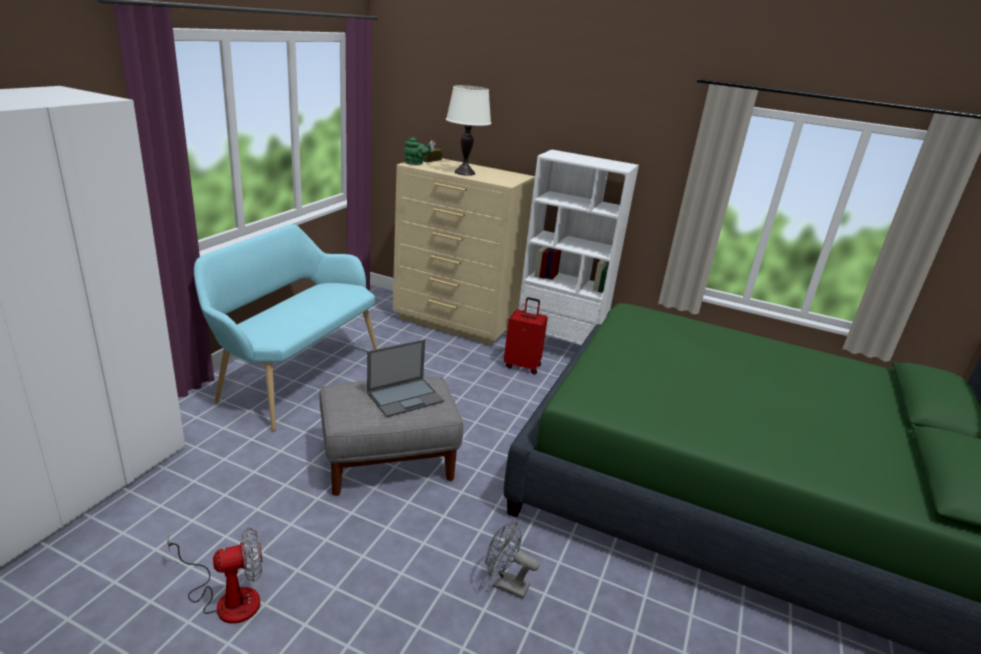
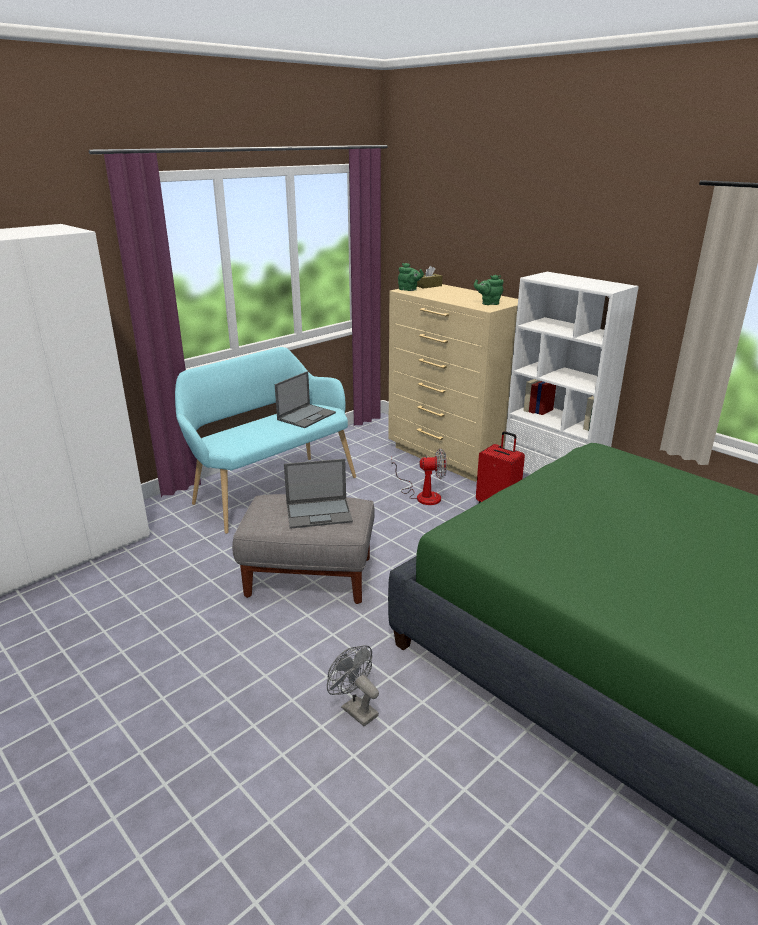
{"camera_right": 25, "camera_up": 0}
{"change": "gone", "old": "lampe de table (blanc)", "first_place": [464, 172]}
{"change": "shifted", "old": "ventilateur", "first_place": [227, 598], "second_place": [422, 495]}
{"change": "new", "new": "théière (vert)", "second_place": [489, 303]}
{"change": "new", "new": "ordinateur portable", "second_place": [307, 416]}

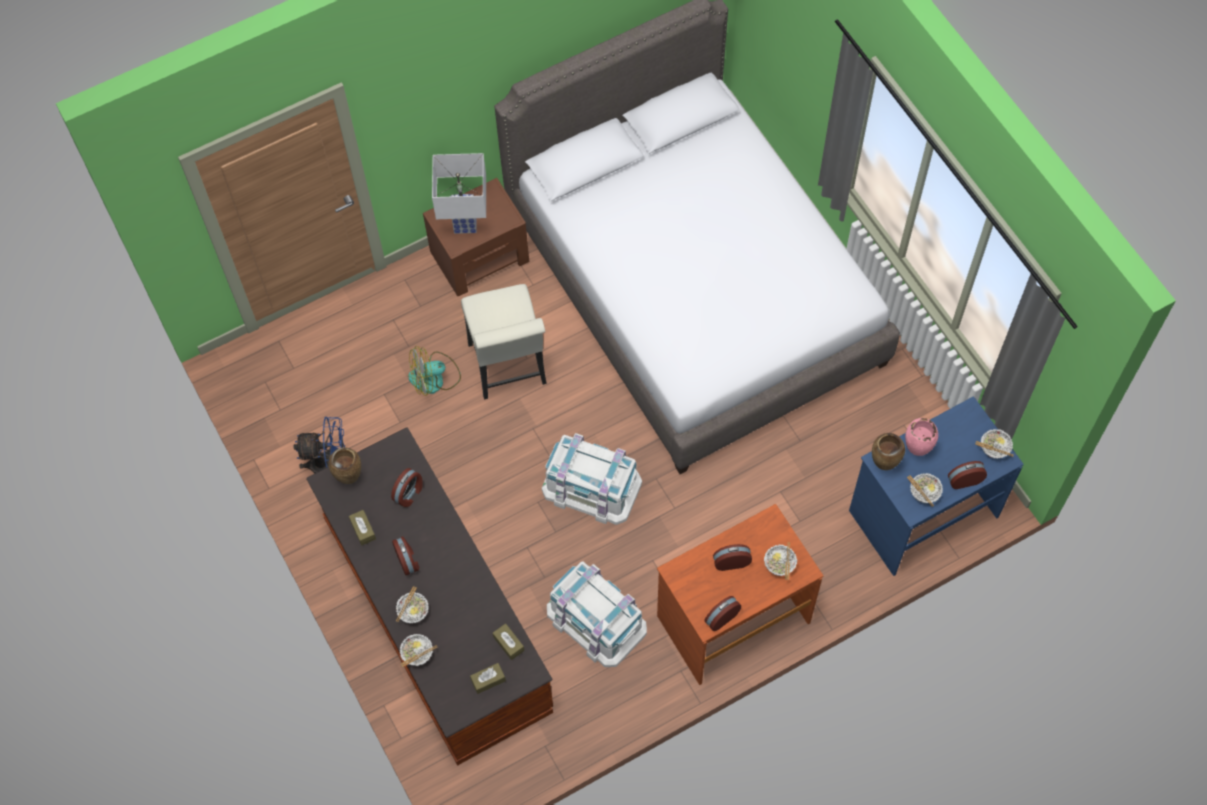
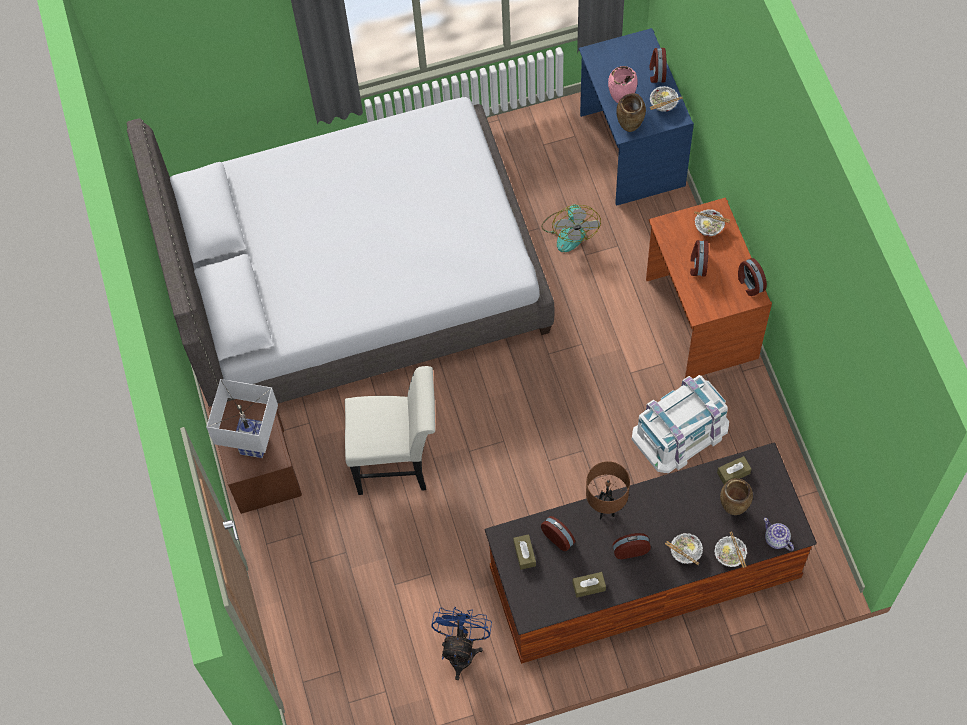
{"camera_right": -75, "camera_up": 0}
{"change": "shifted", "old": "ventilateur", "first_place": [434, 378], "second_place": [569, 231]}
{"change": "gone", "old": "bol", "first_place": [994, 449]}
{"change": "gone", "old": "boîte de rangement (blanc)", "first_place": [591, 487]}
{"change": "shifted", "old": "vase (marron)", "first_place": [349, 478], "second_place": [732, 509]}
{"change": "shifted", "old": "boîte à mouchoirs (marron)", "first_place": [488, 680], "second_place": [524, 554]}
{"change": "new", "new": "lampe de table (marron)", "second_place": [605, 511]}
{"change": "new", "new": "théière", "second_place": [776, 539]}

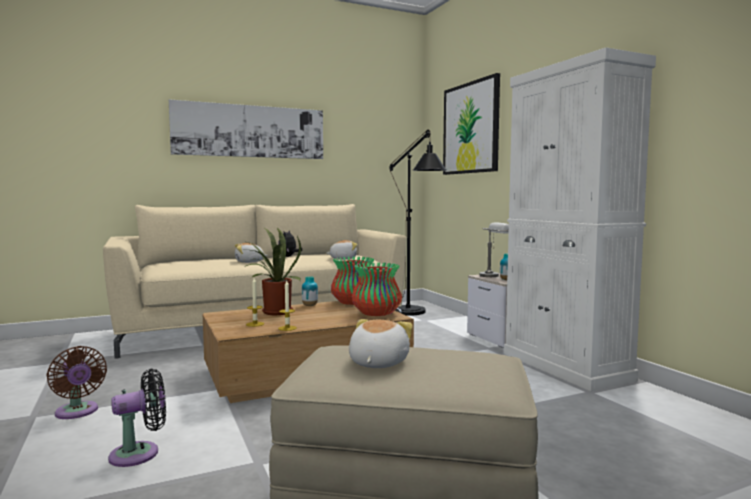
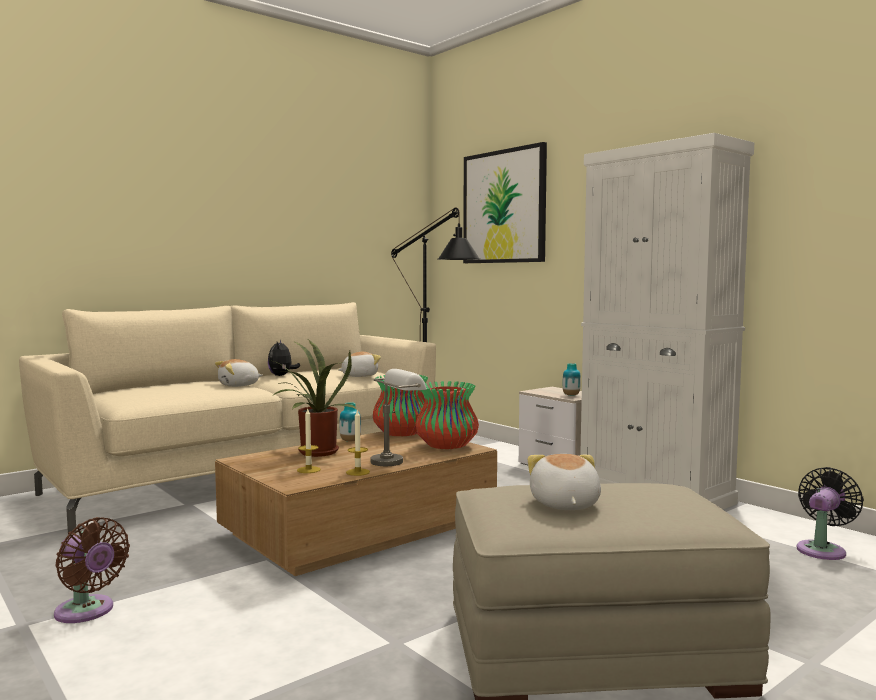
{"camera_right": -15, "camera_up": 0}
{"change": "gone", "old": "tableau", "first_place": [250, 131]}
{"change": "shifted", "old": "lampe de table (gris)", "first_place": [494, 275], "second_place": [396, 460]}
{"change": "shifted", "old": "ventilateur (noir)", "first_place": [140, 453], "second_place": [822, 549]}

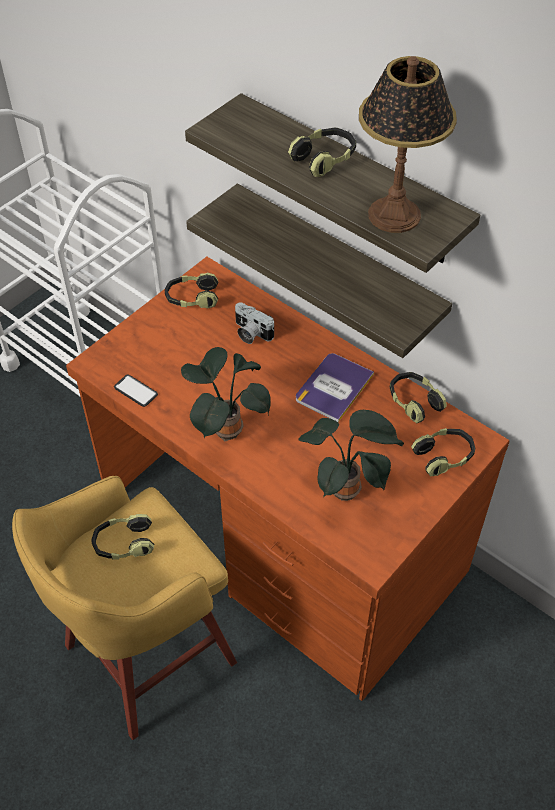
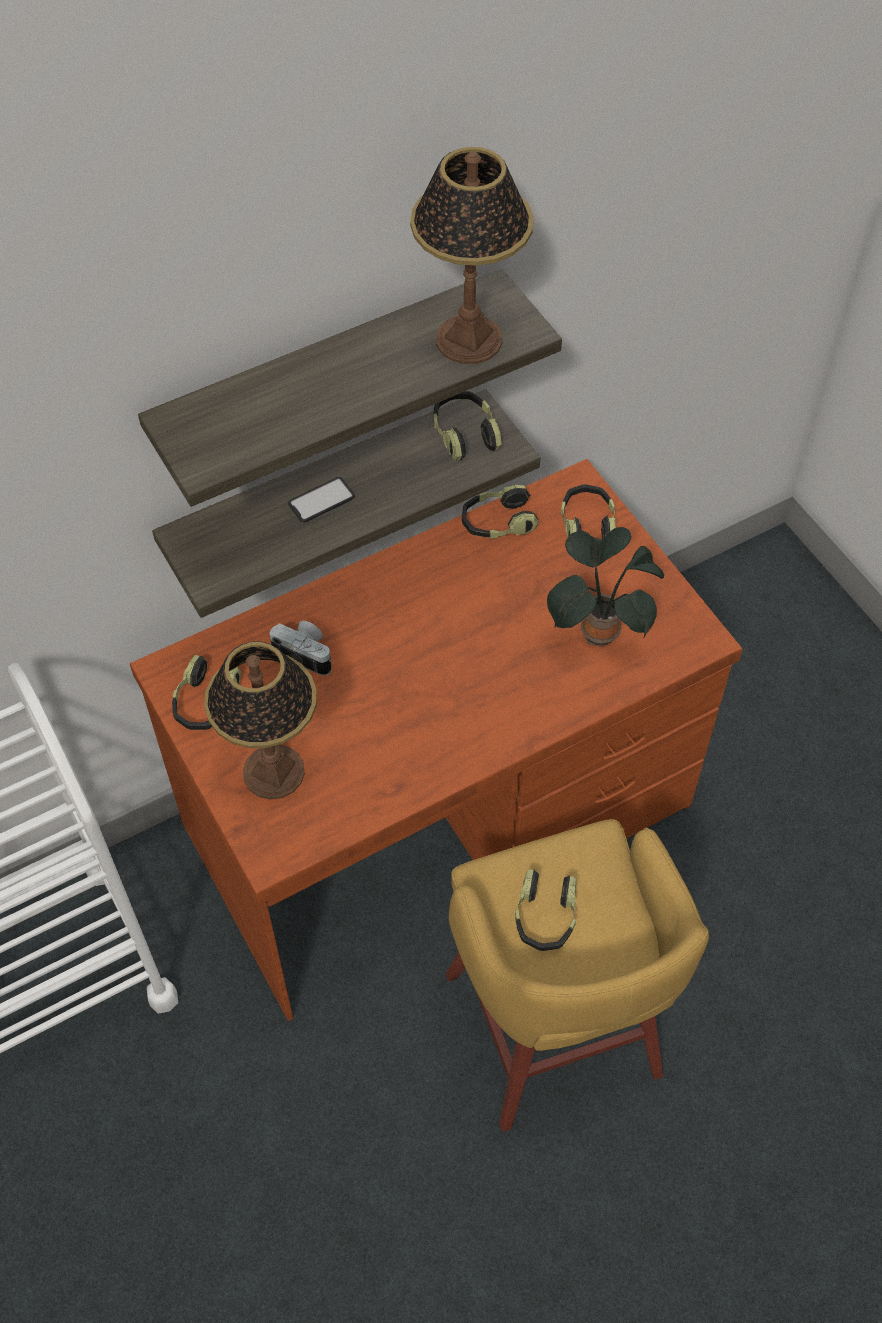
{"camera_right": -70, "camera_up": 5}
{"change": "shifted", "old": "casque audio", "first_place": [324, 159], "second_place": [464, 433]}
{"change": "rotated", "old": "appareil photo", "first_place": [250, 333], "second_place": [306, 653], "degrees": -120}
{"change": "gone", "old": "plante en pot", "first_place": [225, 428]}
{"change": "gone", "old": "livre", "first_place": [334, 387]}
{"change": "shifted", "old": "téléphone", "first_place": [135, 391], "second_place": [321, 500]}
{"change": "new", "new": "lampe de table", "second_place": [273, 771]}

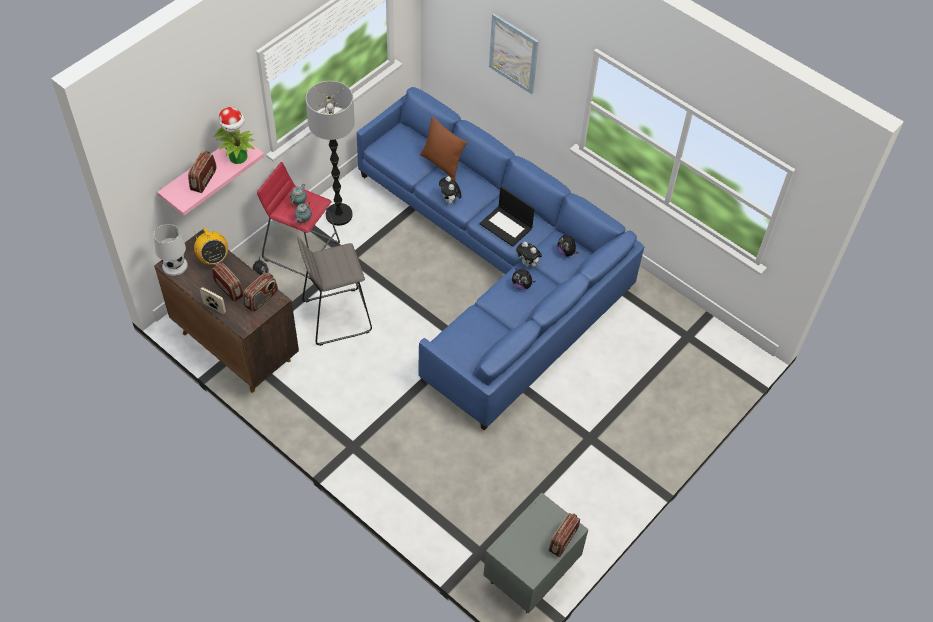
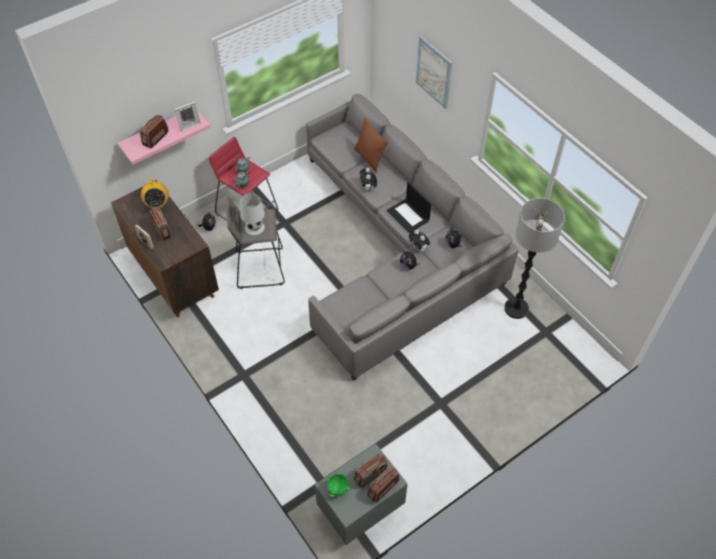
{"camera_right": 15, "camera_up": 0}
{"change": "shifted", "old": "lampadaire", "first_place": [339, 215], "second_place": [516, 308]}
{"change": "repainted", "old": "canapé (bleu)", "new": "canapé (gris)", "first_place": [494, 269], "second_place": [397, 250]}
{"change": "swapped", "old": "plante en pot", "new": "cadre photo", "first_place": [239, 157], "second_place": [189, 125]}
{"change": "shifted", "old": "lampe de table (blanc)", "first_place": [174, 265], "second_place": [254, 227]}
{"change": "shifted", "old": "radio", "first_place": [261, 299], "second_place": [370, 475]}
{"change": "new", "new": "bol (vert)", "second_place": [337, 489]}

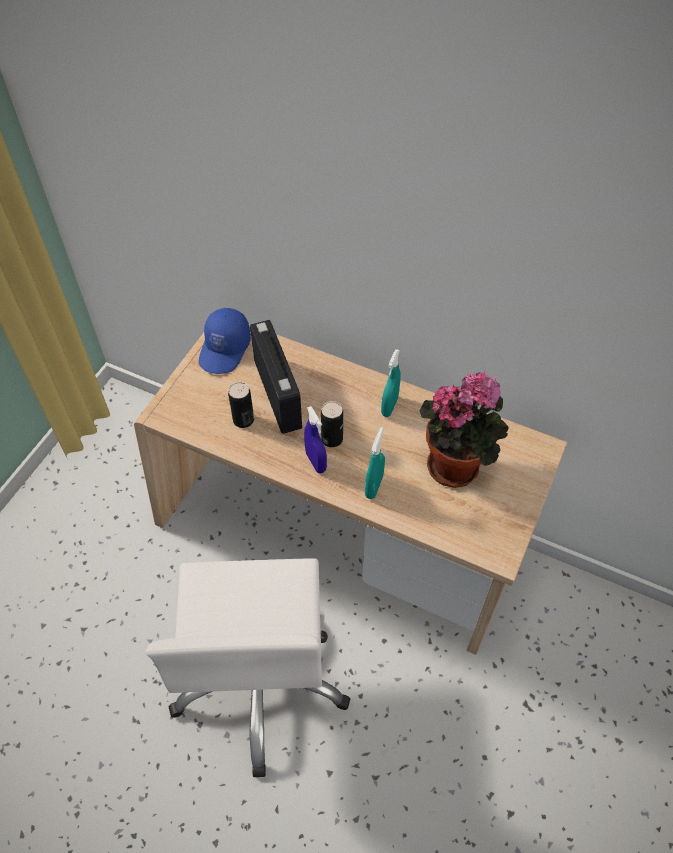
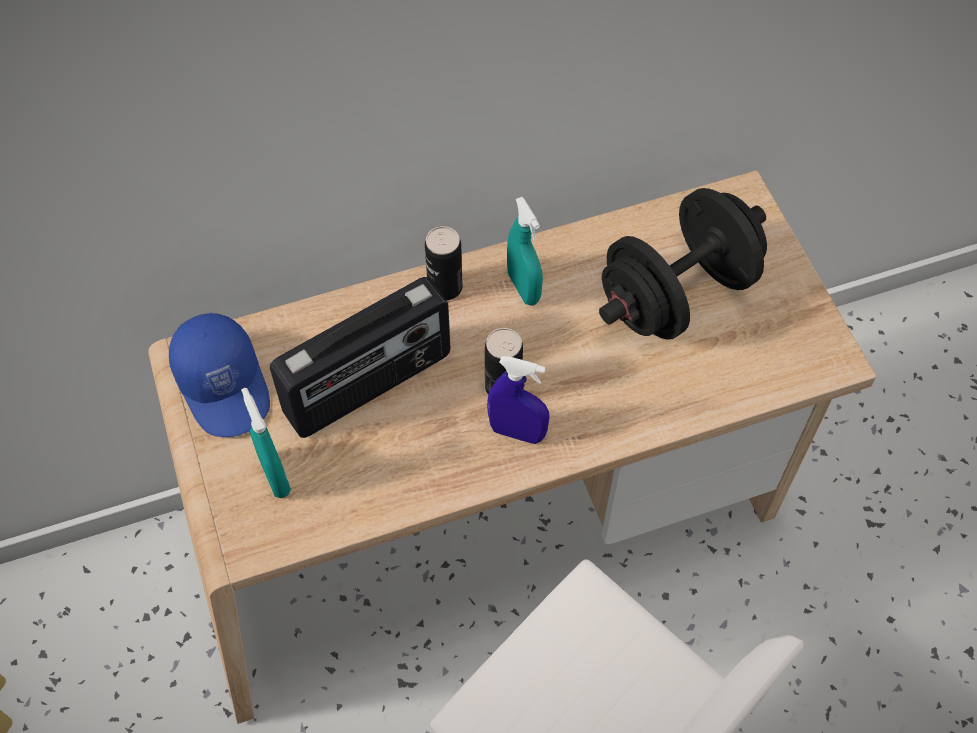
{"camera_right": -45, "camera_up": 5}
{"change": "rotated", "old": "radio", "first_place": [278, 394], "second_place": [369, 386], "degrees": 120}
{"change": "swapped", "old": "plante en pot", "new": "haltère (noir)", "first_place": [457, 464], "second_place": [677, 294]}
{"change": "shifted", "old": "boîte métallique", "first_place": [243, 420], "second_place": [445, 287]}
{"change": "shifted", "old": "vaporisateur (turquoise)", "first_place": [374, 486], "second_place": [275, 476]}

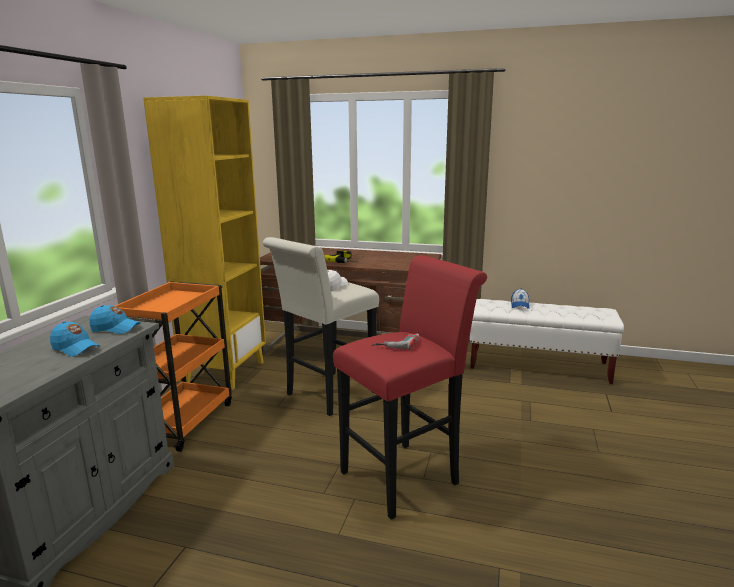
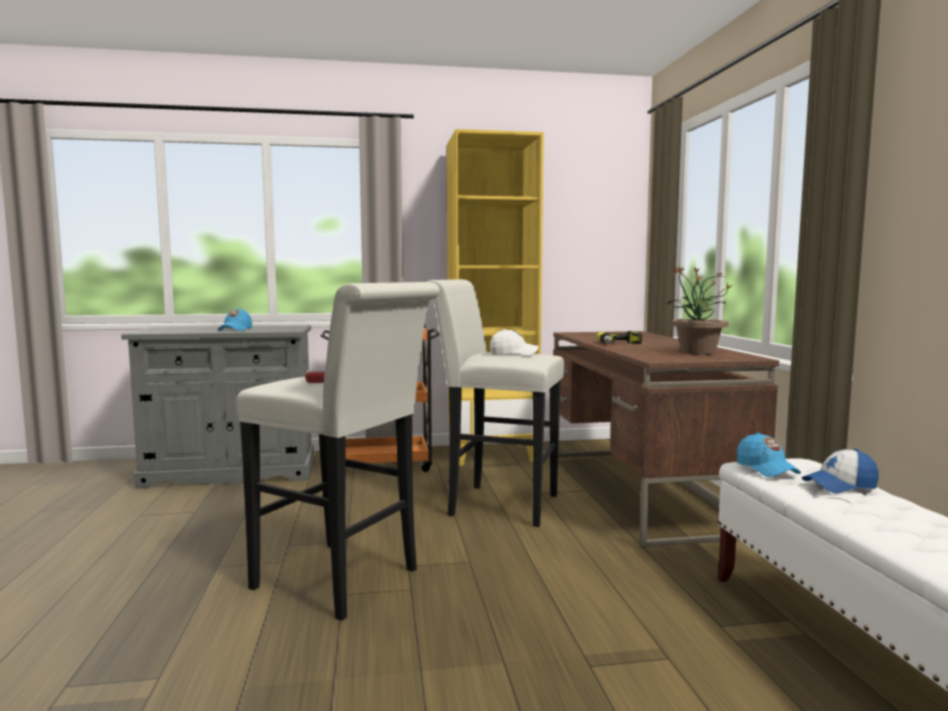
{"camera_right": 65, "camera_up": -10}
{"change": "repainted", "old": "tabouret (rouge)", "new": "tabouret (blanc)", "first_place": [406, 474], "second_place": [345, 581]}
{"change": "shifted", "old": "casquette (bleu)", "first_place": [115, 328], "second_place": [766, 469]}
{"change": "new", "new": "plante en pot", "second_place": [696, 352]}

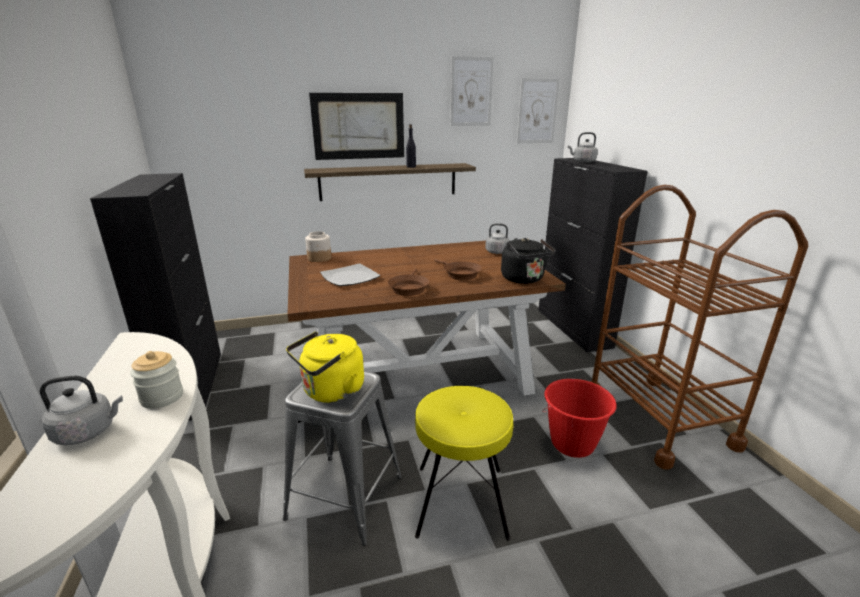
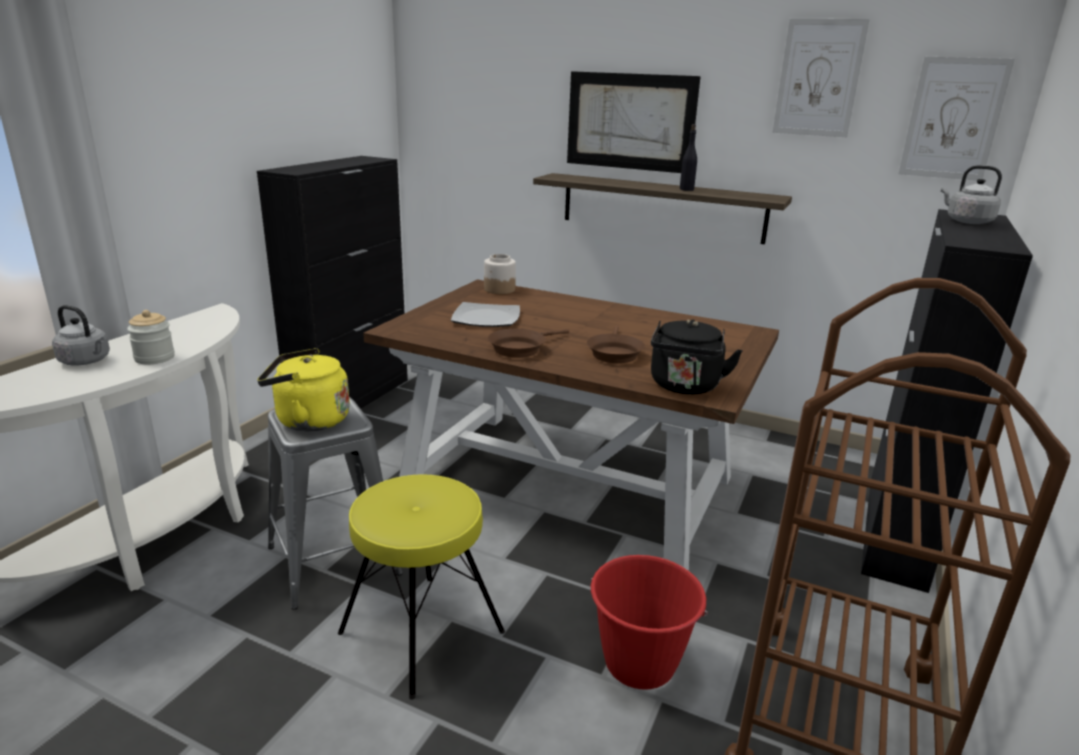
{"camera_right": 40, "camera_up": 0}
{"change": "gone", "old": "bouilloire (gris)", "first_place": [498, 252]}

